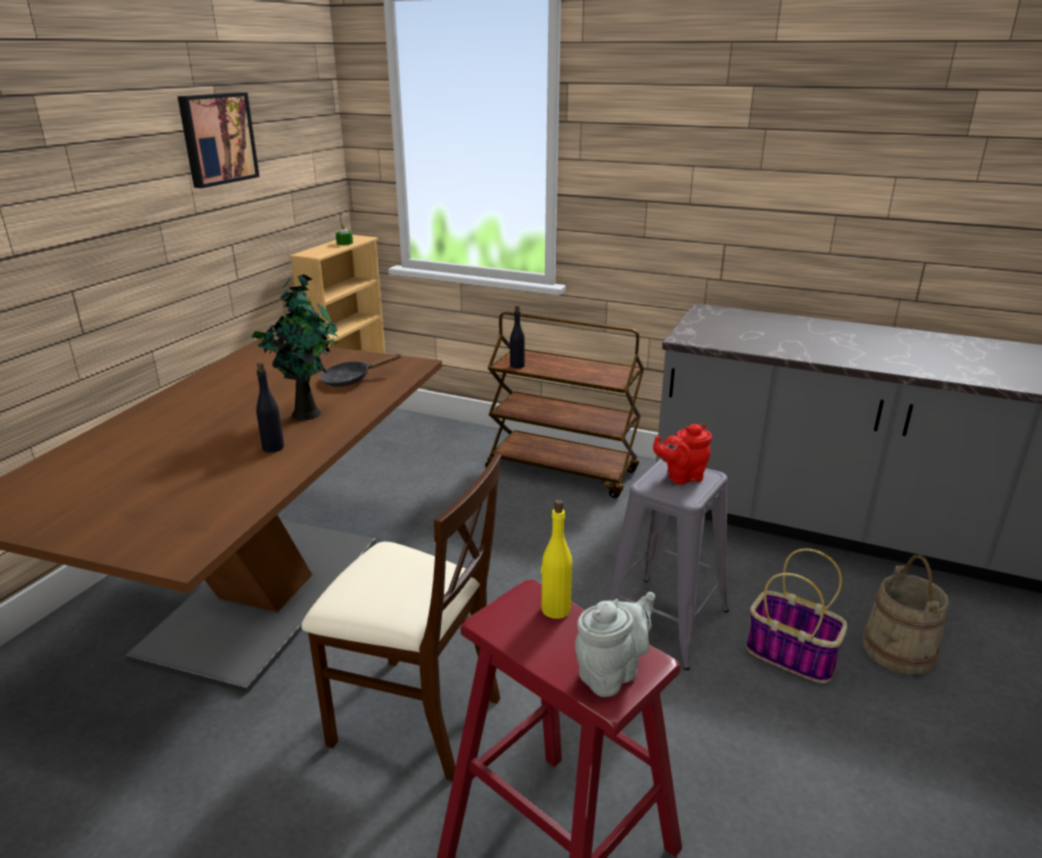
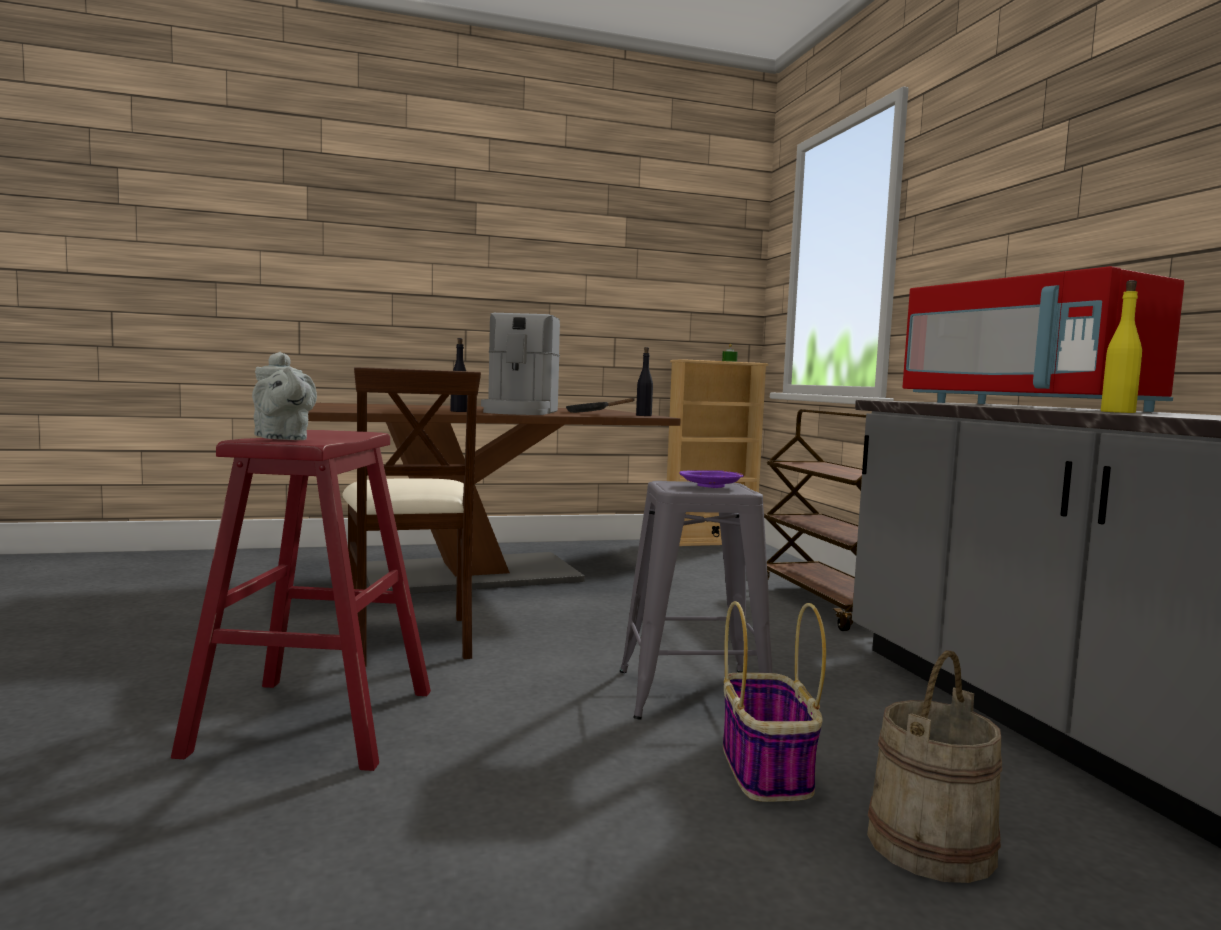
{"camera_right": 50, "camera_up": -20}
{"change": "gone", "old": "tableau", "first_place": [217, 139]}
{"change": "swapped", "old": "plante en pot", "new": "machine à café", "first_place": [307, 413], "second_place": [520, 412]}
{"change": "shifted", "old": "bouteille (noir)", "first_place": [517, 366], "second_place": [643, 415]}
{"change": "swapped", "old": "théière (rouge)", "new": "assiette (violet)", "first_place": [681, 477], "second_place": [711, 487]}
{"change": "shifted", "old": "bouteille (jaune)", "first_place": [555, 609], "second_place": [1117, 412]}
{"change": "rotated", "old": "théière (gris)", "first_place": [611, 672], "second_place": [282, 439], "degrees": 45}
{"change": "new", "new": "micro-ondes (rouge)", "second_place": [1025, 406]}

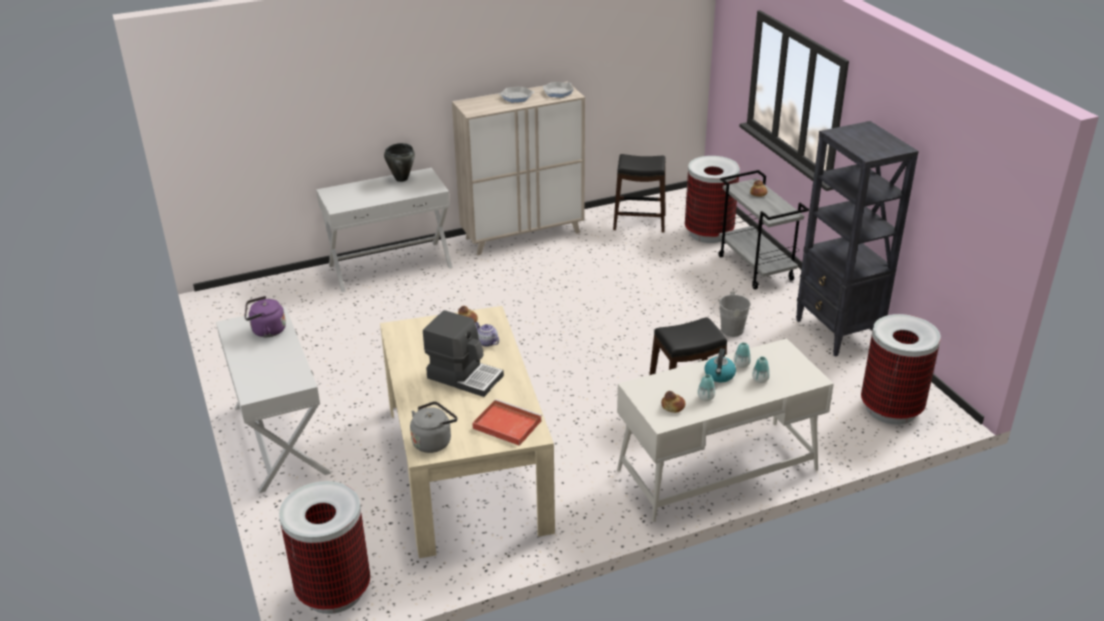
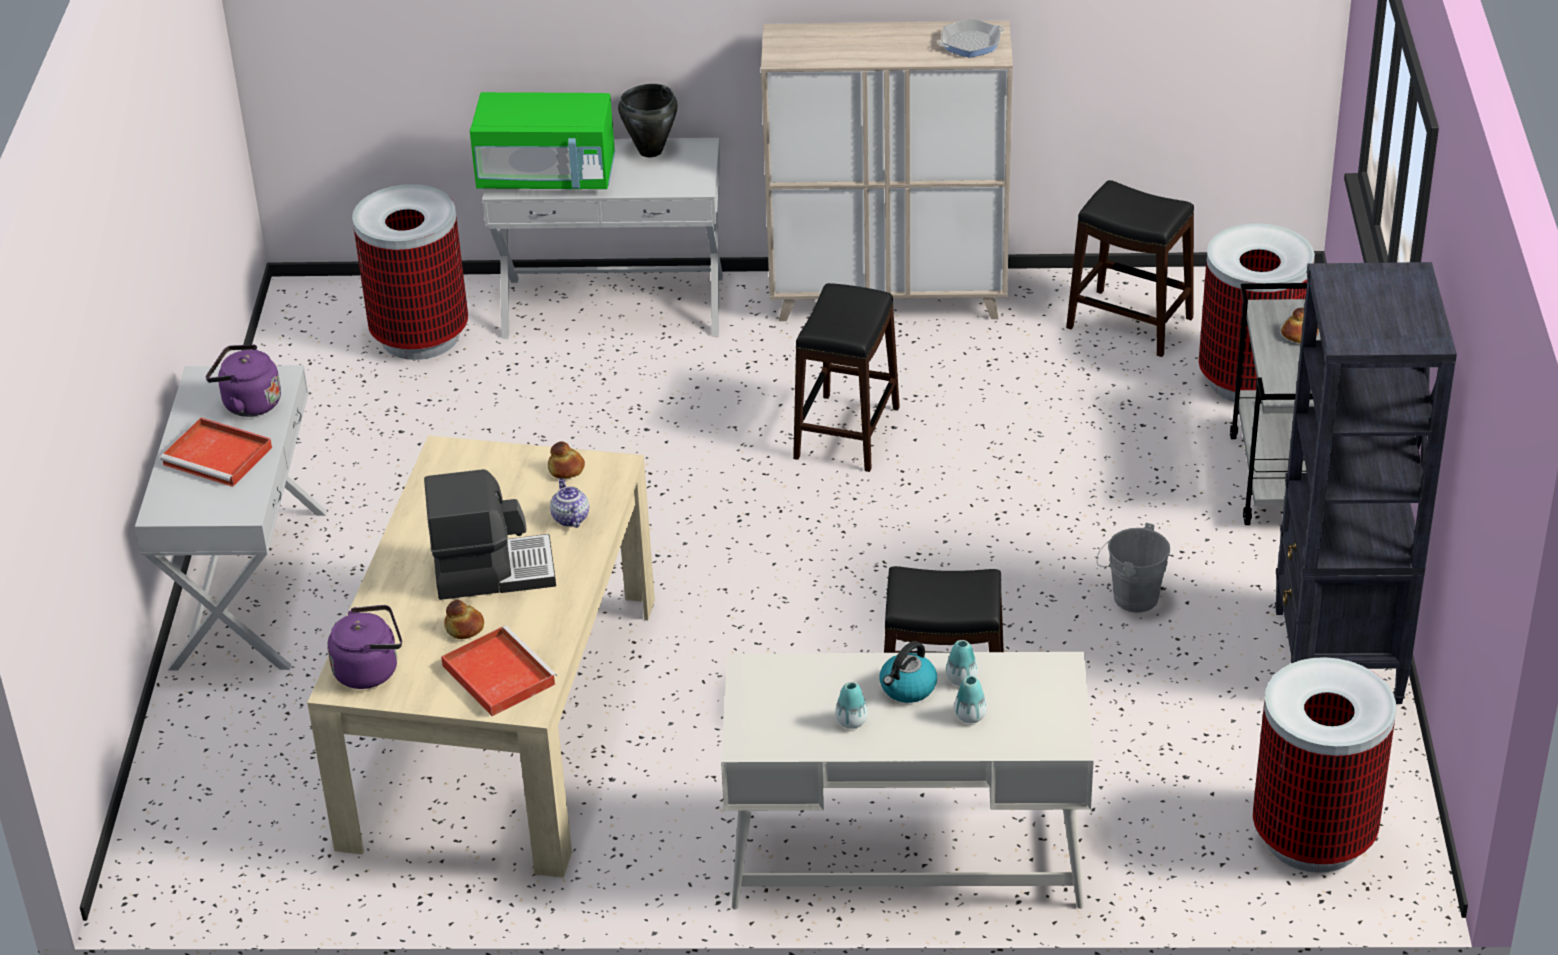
{"camera_right": 25, "camera_up": 5}
{"change": "gone", "old": "poêle", "first_place": [516, 97]}
{"change": "rotated", "old": "machine à café", "first_place": [465, 376], "second_place": [493, 570], "degrees": -60}
{"change": "shifted", "old": "pain", "first_place": [673, 407], "second_place": [464, 628]}
{"change": "repainted", "old": "bouilloire (gris)", "new": "bouilloire (violet)", "first_place": [433, 441], "second_place": [370, 670]}
{"change": "shifted", "old": "poubelle", "first_place": [333, 590], "second_place": [419, 336]}
{"change": "new", "new": "micro-ondes (vert)", "second_place": [547, 176]}
{"change": "new", "new": "tabouret (noir)", "second_place": [846, 433]}
{"change": "new", "new": "plateau (rouge)", "second_place": [219, 456]}

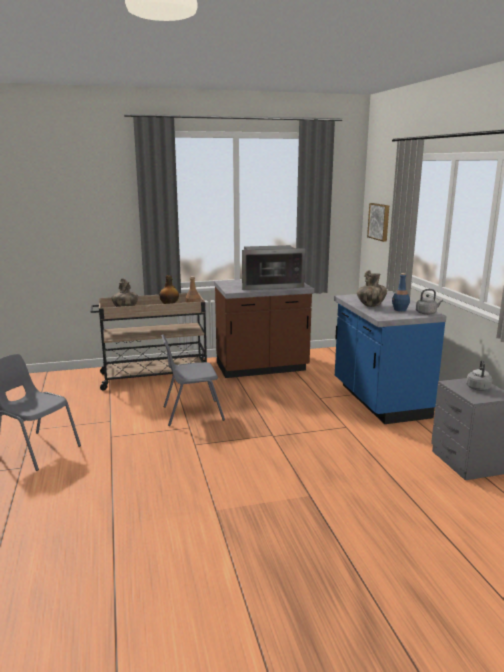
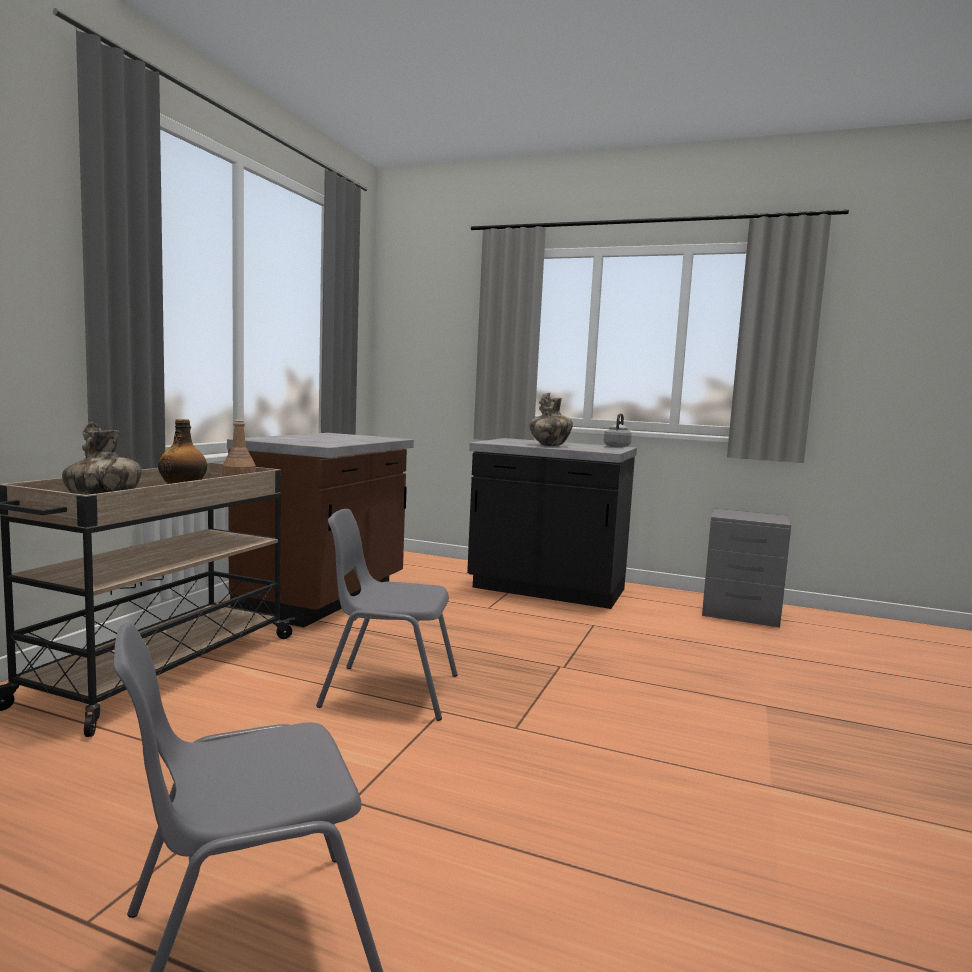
{"camera_right": -55, "camera_up": -10}
{"change": "gone", "old": "tableau", "first_place": [379, 221]}
{"change": "gone", "old": "micro-ondes", "first_place": [270, 285]}
{"change": "gone", "old": "bouteille (bleu)", "first_place": [400, 309]}
{"change": "repainted", "old": "comptoir de cuisine (bleu)", "new": "comptoir de cuisine (noir)", "first_place": [378, 401], "second_place": [546, 590]}
{"change": "rotated", "old": "chaise (gris)", "first_place": [192, 413], "second_place": [388, 691], "degrees": 75}
{"change": "gone", "old": "bouilloire (gris)", "first_place": [478, 387]}

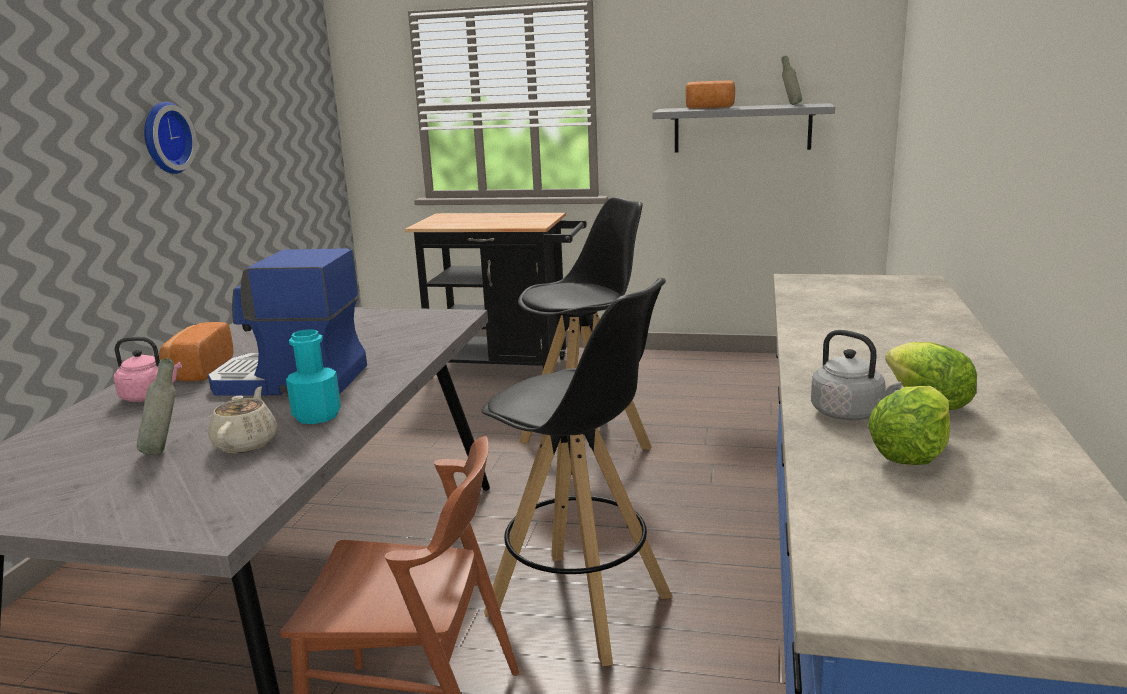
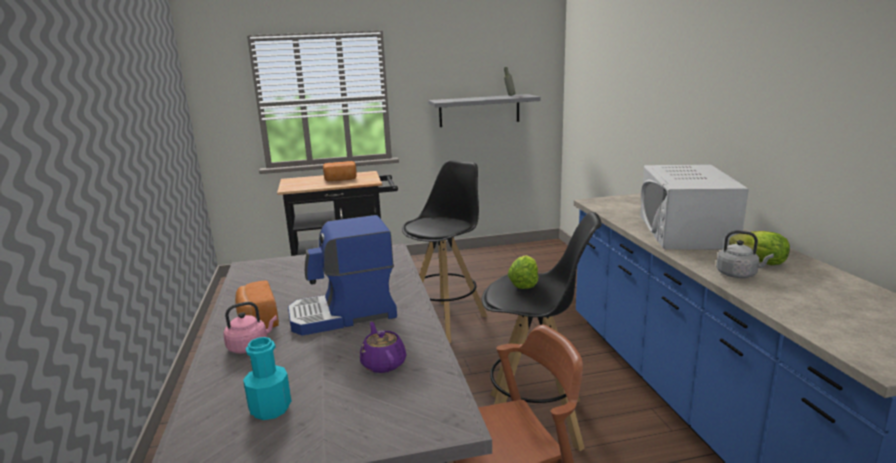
{"camera_right": -25, "camera_up": 0}
{"change": "shifted", "old": "pain", "first_place": [709, 108], "second_place": [341, 180]}
{"change": "gone", "old": "horloge murale", "first_place": [164, 138]}
{"change": "shifted", "old": "bouteille (turquoise)", "first_place": [317, 415], "second_place": [270, 408]}
{"change": "gone", "old": "bouteille (gris)", "first_place": [165, 451]}
{"change": "repainted", "old": "théière (beige)", "new": "théière (violet)", "first_place": [246, 443], "second_place": [383, 363]}
{"change": "shifted", "old": "laitue", "first_place": [910, 453], "second_place": [524, 284]}
{"change": "new", "new": "micro-ondes (blanc)", "second_place": [685, 231]}

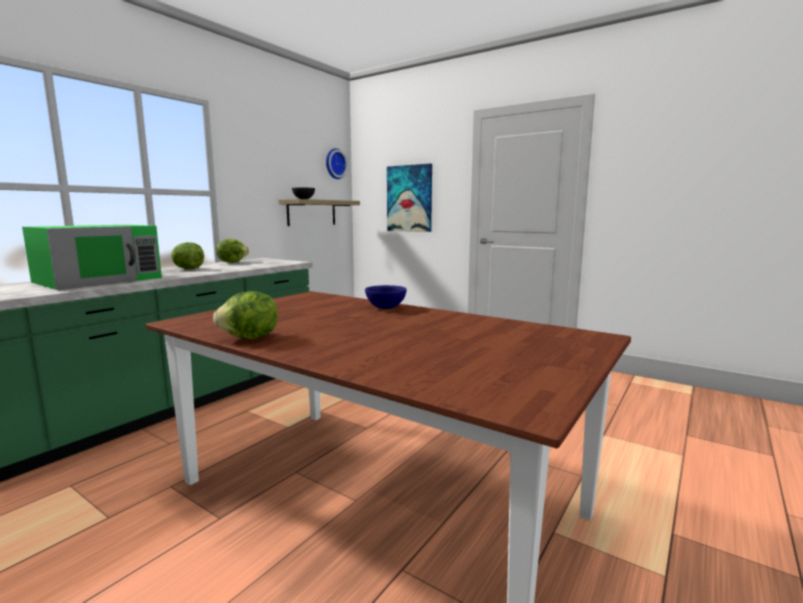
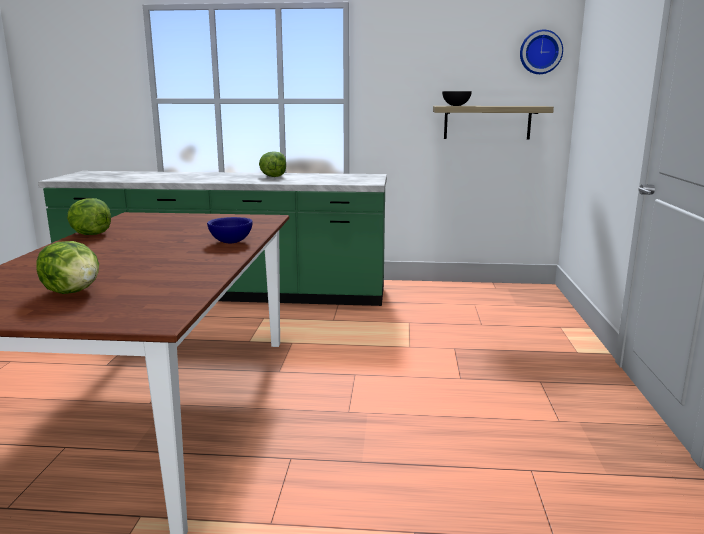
{"camera_right": 60, "camera_up": 5}
{"change": "gone", "old": "tableau", "first_place": [409, 198]}
{"change": "gone", "old": "micro-ondes (vert)", "first_place": [100, 280]}
{"change": "shifted", "old": "laitue", "first_place": [232, 262], "second_place": [73, 291]}

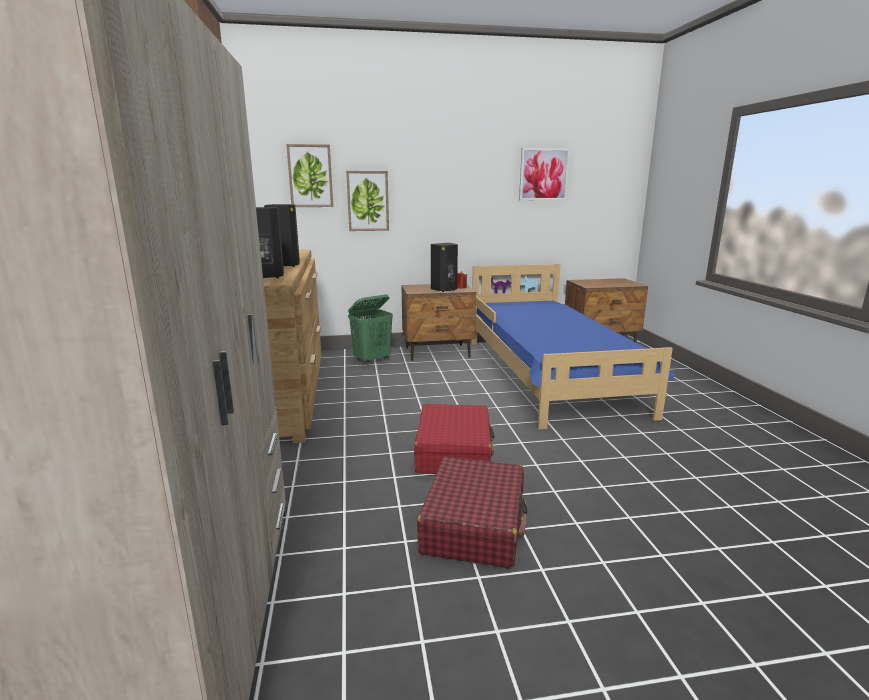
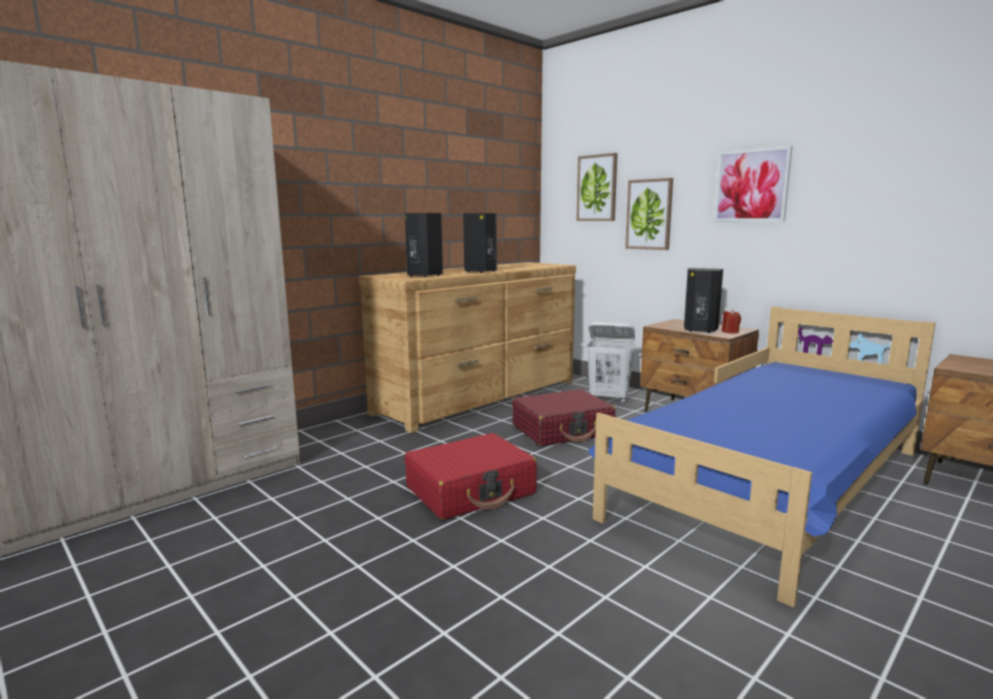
{"camera_right": 55, "camera_up": -5}
{"change": "shifted", "old": "tableau", "first_place": [544, 174], "second_place": [751, 185]}
{"change": "repainted", "old": "panier à linge (vert)", "new": "panier à linge (blanc)", "first_place": [372, 360], "second_place": [609, 399]}
{"change": "shifted", "old": "valise (rouge)", "first_place": [474, 524], "second_place": [562, 430]}

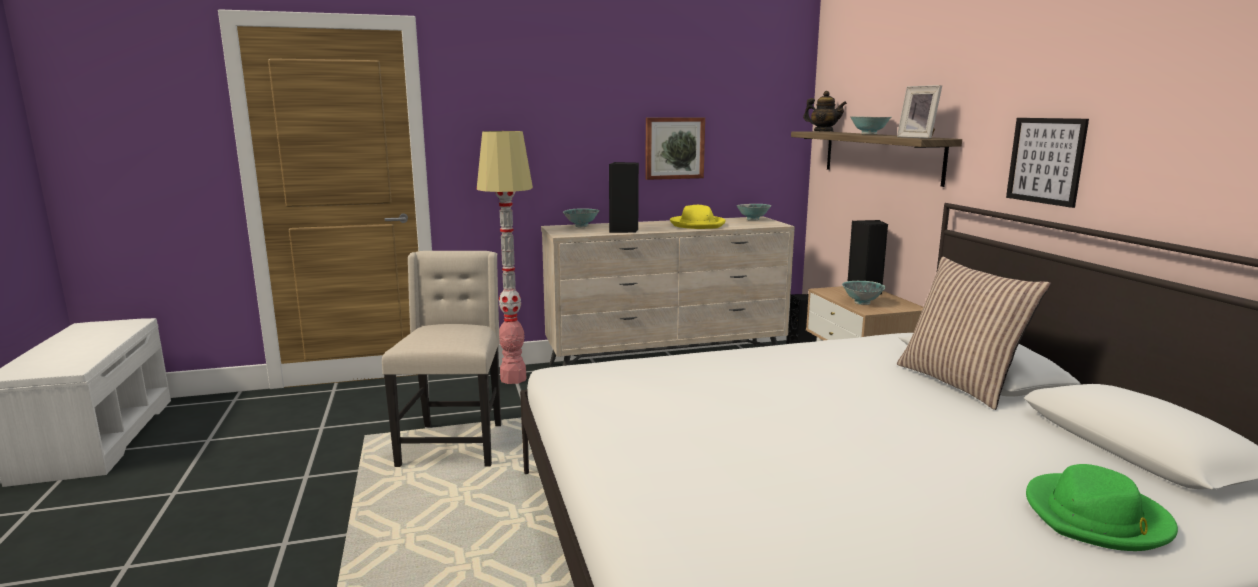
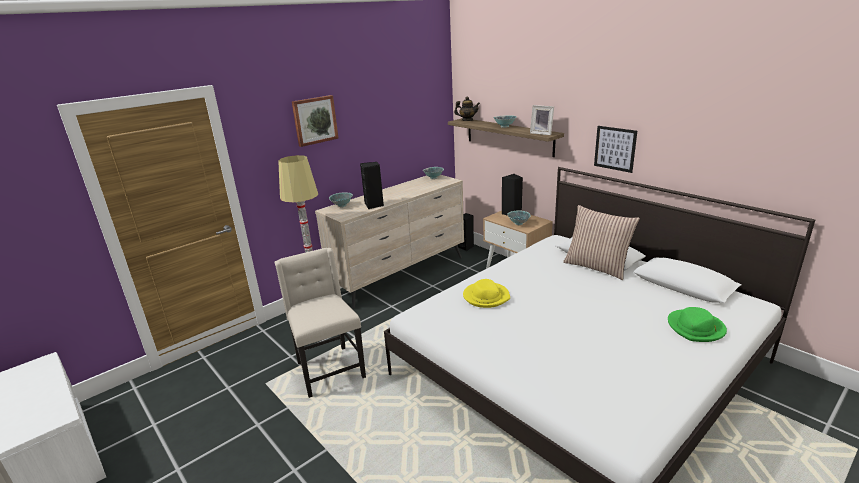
{"camera_right": -25, "camera_up": 10}
{"change": "shifted", "old": "tableau", "first_place": [674, 148], "second_place": [314, 120]}
{"change": "shifted", "old": "chapeau (jaune)", "first_place": [697, 224], "second_place": [486, 296]}

